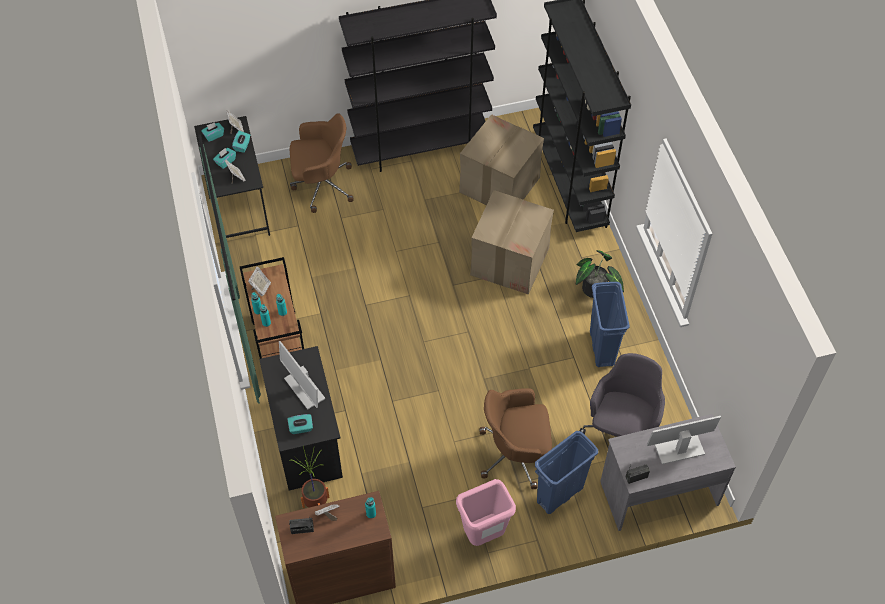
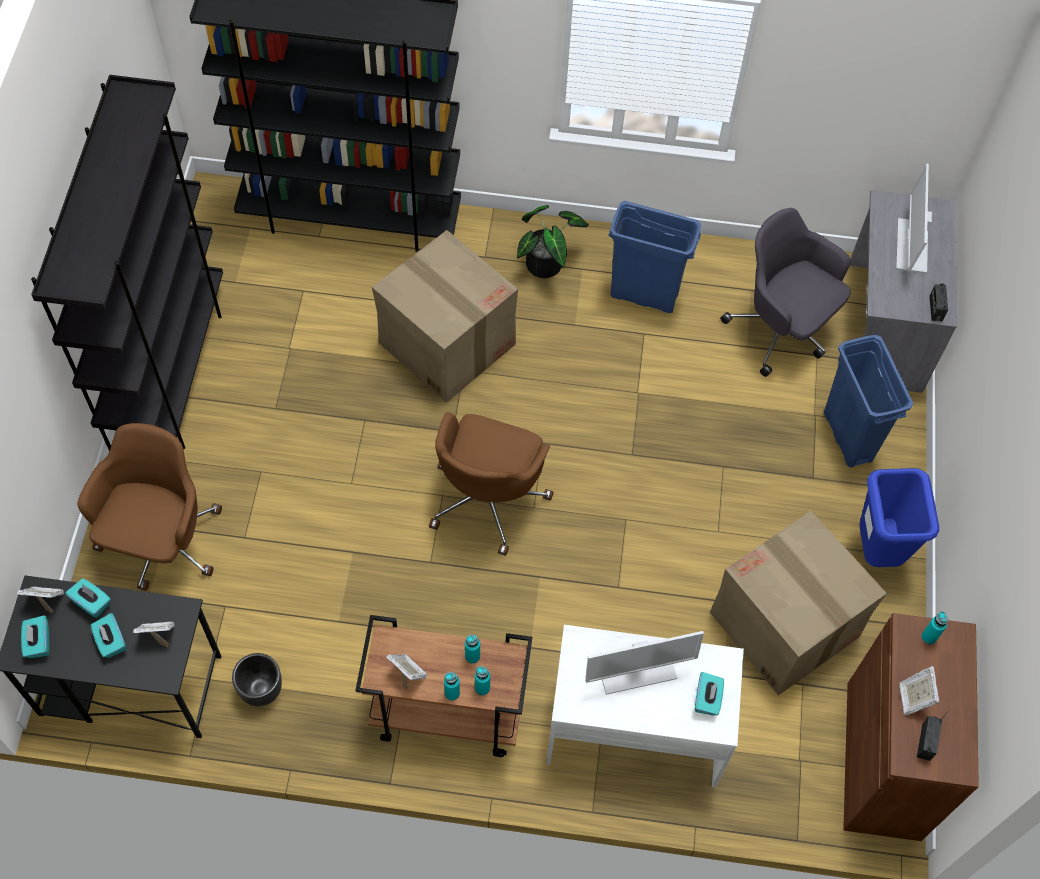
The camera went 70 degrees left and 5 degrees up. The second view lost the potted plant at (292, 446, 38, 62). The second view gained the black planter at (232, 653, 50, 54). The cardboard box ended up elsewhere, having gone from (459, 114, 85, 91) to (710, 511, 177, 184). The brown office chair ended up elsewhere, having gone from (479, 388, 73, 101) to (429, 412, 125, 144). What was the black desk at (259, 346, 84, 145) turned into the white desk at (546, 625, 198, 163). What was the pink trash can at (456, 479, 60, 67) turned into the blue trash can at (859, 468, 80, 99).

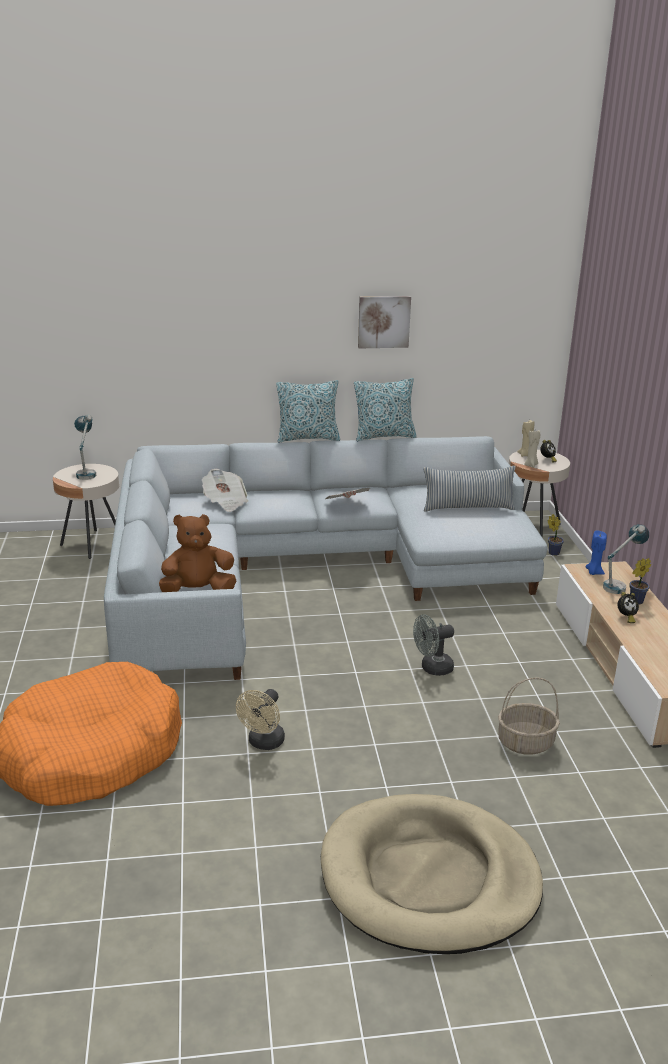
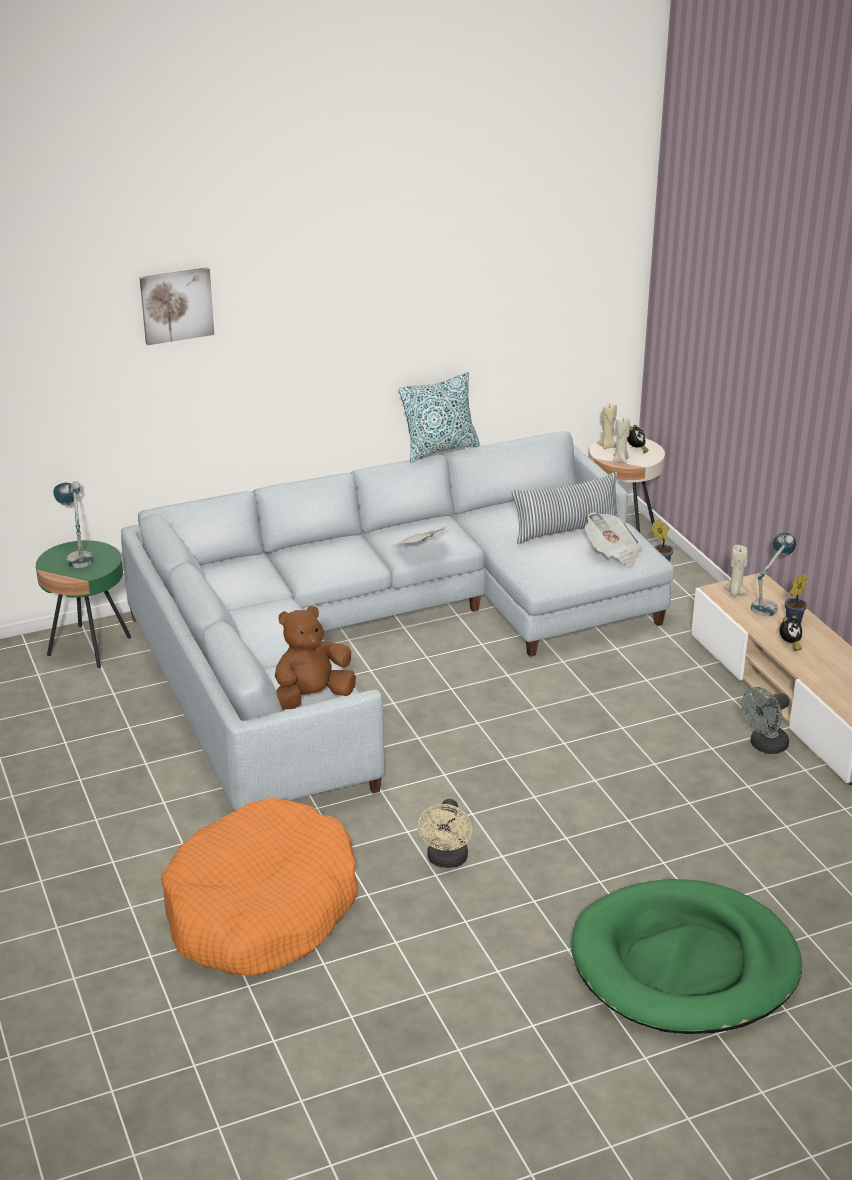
The camera went 15 degrees left and 5 degrees up. The second view lost the pillow at (276, 380, 64, 63). The second view lost the basket at (498, 677, 62, 78). The newspaper ended up elsewhere, having gone from (202, 469, 46, 43) to (585, 512, 57, 54). The picture ended up elsewhere, having gone from (358, 296, 53, 52) to (140, 267, 74, 78). The grey fan ended up elsewhere, having gone from (413, 614, 41, 62) to (742, 687, 48, 67). What was the beige side table at (53, 464, 66, 95) turned into the green side table at (36, 540, 95, 128). What was the beige dog bed at (321, 794, 222, 160) turned into the green dog bed at (571, 879, 231, 155). What was the blue candle at (585, 530, 22, 45) turned into the beige candle at (724, 545, 24, 51).

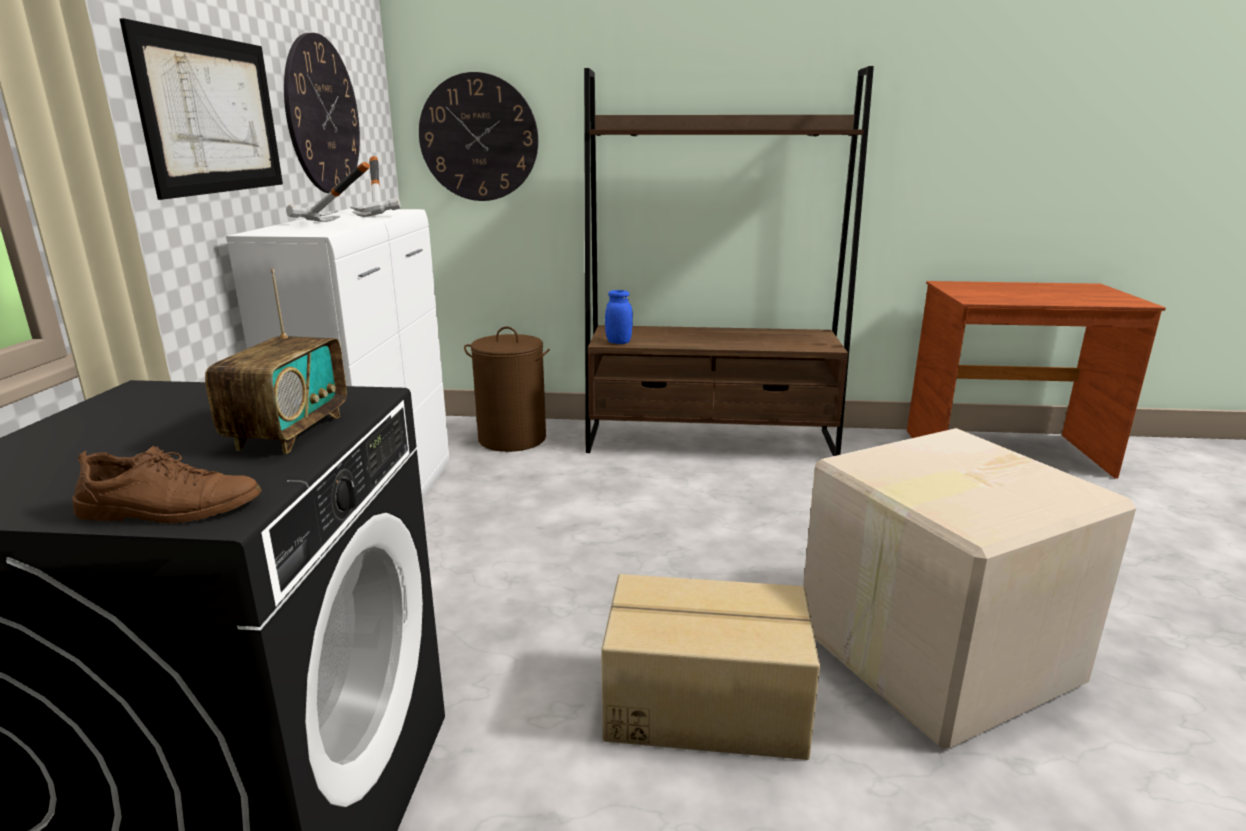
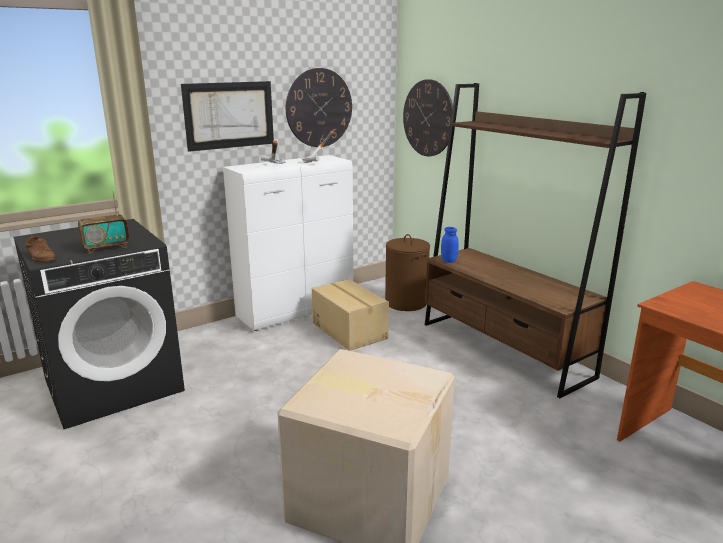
The camera went 50 degrees right and 0 degrees up. The cardboard box ended up elsewhere, having gone from (601, 574, 219, 186) to (312, 279, 77, 72).

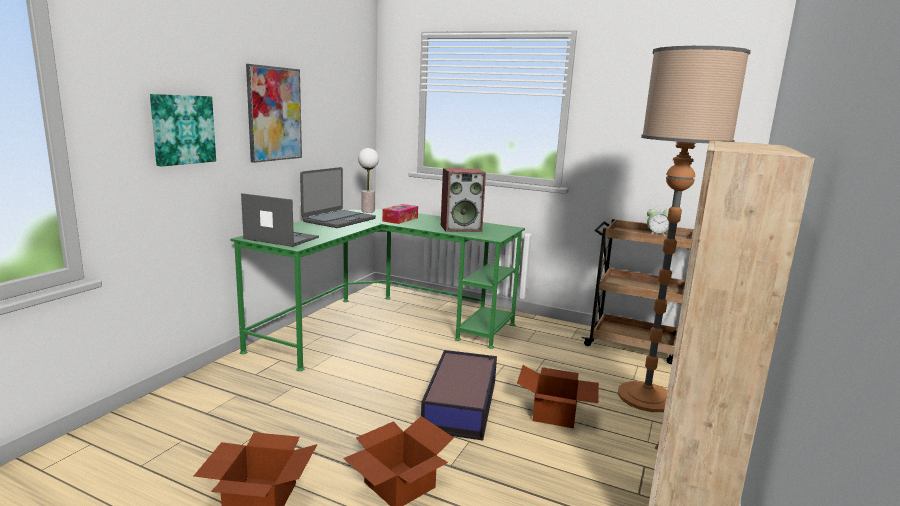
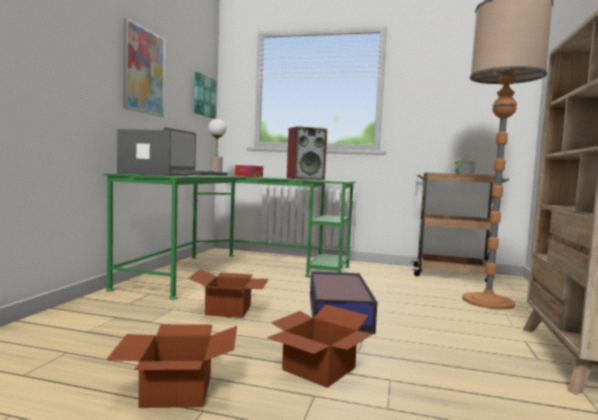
The camera went 10 degrees left and 10 degrees down. The picture ended up elsewhere, having gone from (150, 94, 66, 73) to (194, 72, 22, 46). The cardboard box ended up elsewhere, having gone from (517, 365, 82, 64) to (189, 269, 80, 49).

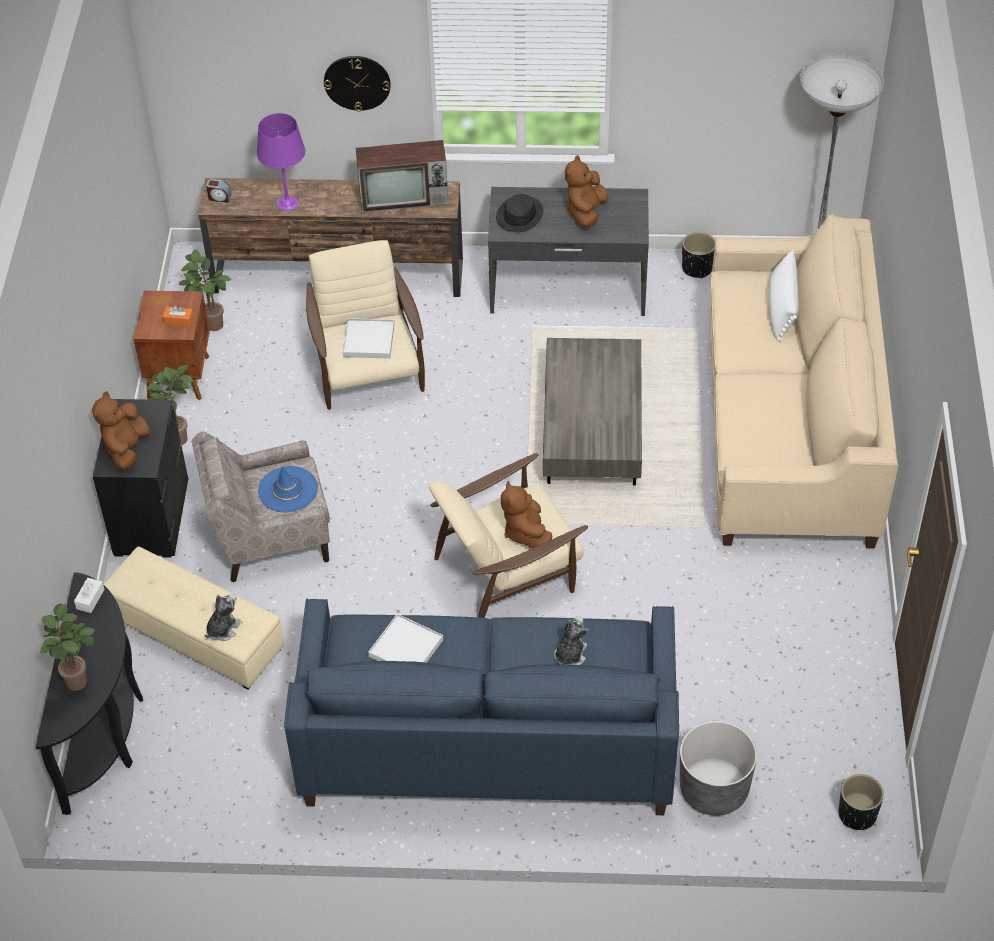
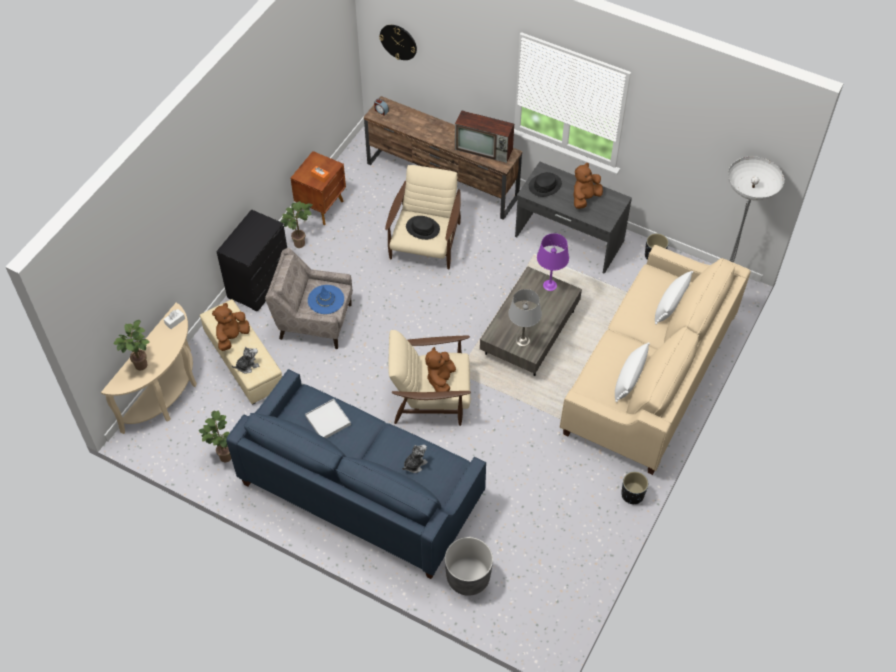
The camera went 25 degrees right and 5 degrees up. The second view gained the grey table lamp at (508, 289, 34, 57). The second view gained the white pillow at (615, 342, 35, 60). The brown plush toy ended up elsewhere, having gone from (92, 391, 58, 79) to (212, 303, 38, 48). The potted plant ended up elsewhere, having gone from (179, 249, 52, 82) to (199, 411, 32, 51). The purple table lamp ended up elsewhere, having gone from (257, 113, 48, 98) to (537, 233, 32, 58). The wall clock ended up elsewhere, having gone from (324, 56, 67, 56) to (379, 25, 38, 35). The black planter ended up elsewhere, having gone from (838, 774, 46, 56) to (621, 471, 27, 34). Where the white tray stood at (343, 318, 51, 41), the black hat came to stand at (406, 216, 34, 24). What was the black console table at (36, 572, 107, 243) turned into the beige console table at (101, 303, 96, 131).

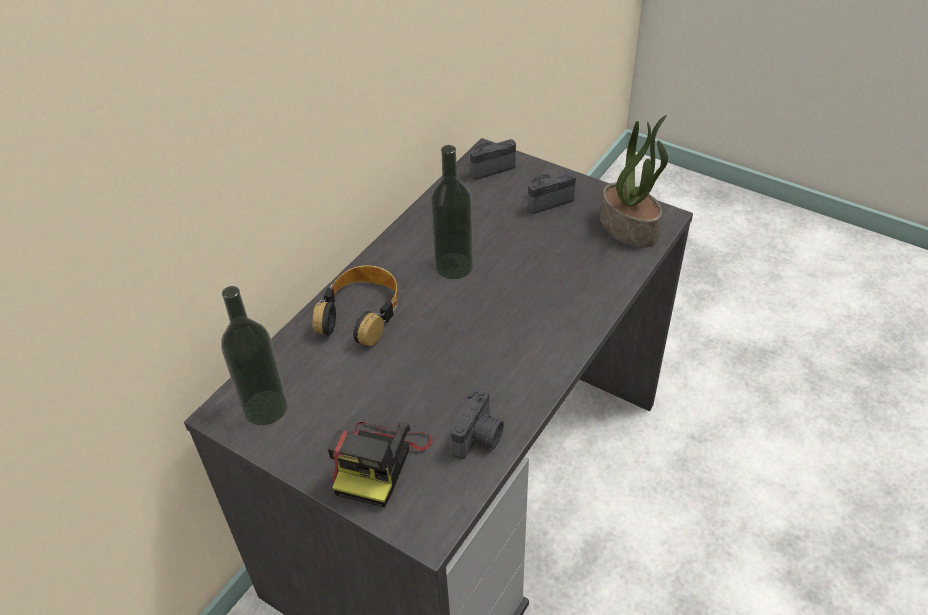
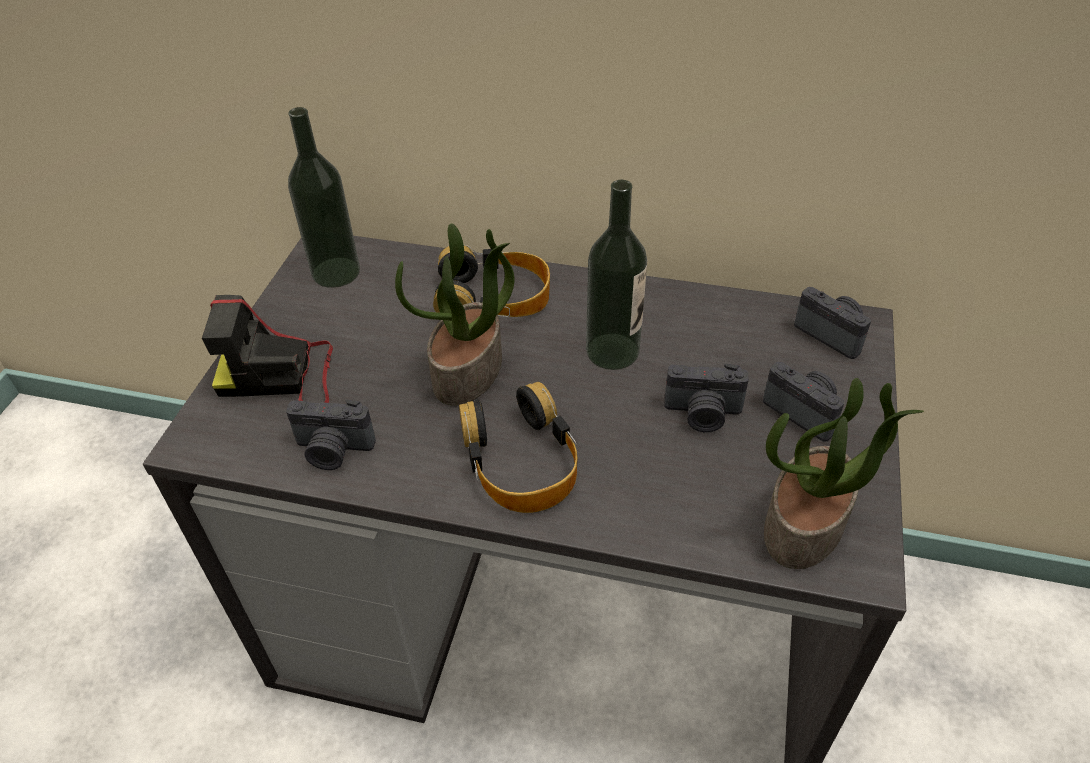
The camera went 70 degrees right and 0 degrees up. The second view gained the potted plant at (395, 223, 120, 182). The second view gained the headphones at (459, 382, 118, 131). The second view gained the photo camera at (664, 363, 85, 69).

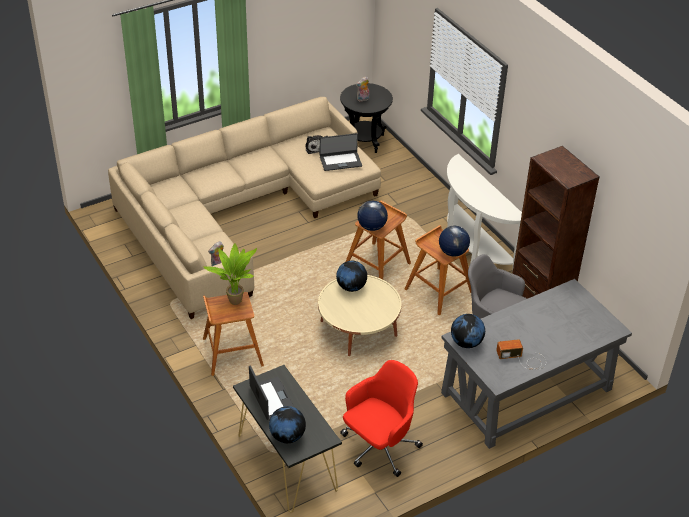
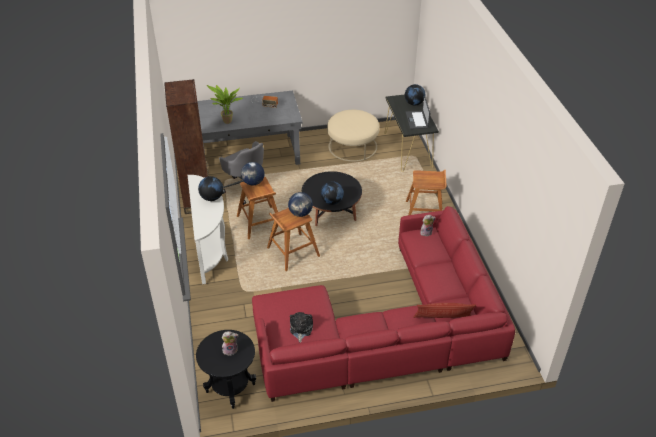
The camera went 160 degrees left and 0 degrees up. The second view lost the laptop at (320, 133, 42, 38). The second view gained the pillow at (413, 303, 63, 15). The potted plant ended up elsewhere, having gone from (203, 243, 54, 62) to (207, 85, 36, 39). The globe ended up elsewhere, having gone from (451, 314, 34, 34) to (198, 176, 25, 25). Where the red office chair stood at (340, 360, 83, 117), the beige ottoman came to stand at (327, 110, 53, 52). What was the beige sofa at (108, 97, 273, 222) turned into the red sofa at (252, 206, 263, 196). What was the beige coffee table at (318, 275, 83, 81) turned into the black coffee table at (302, 171, 60, 56).

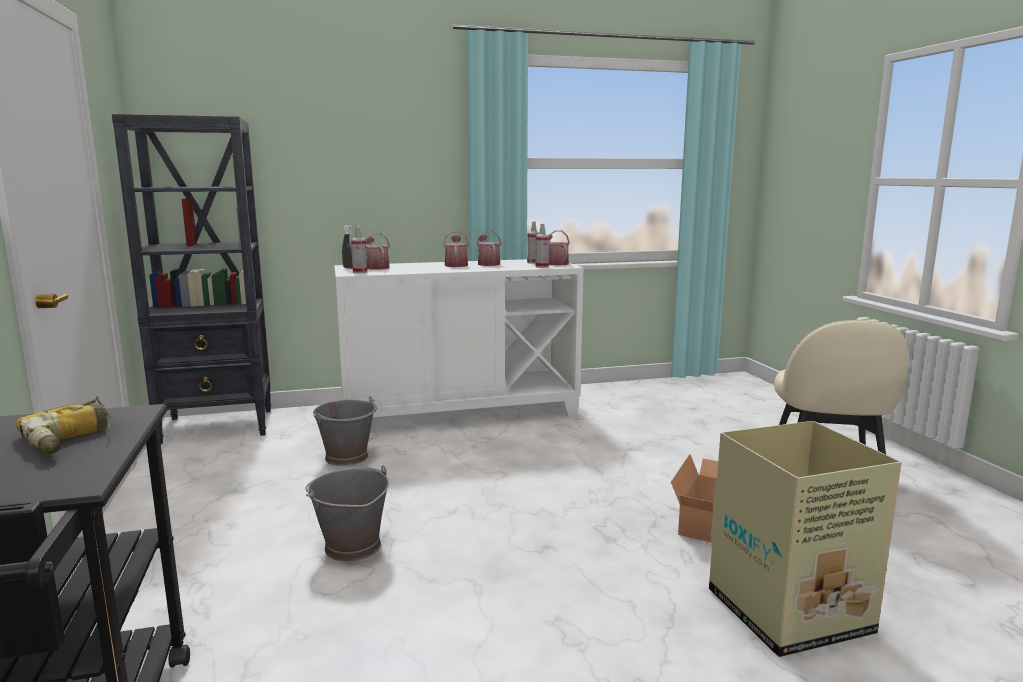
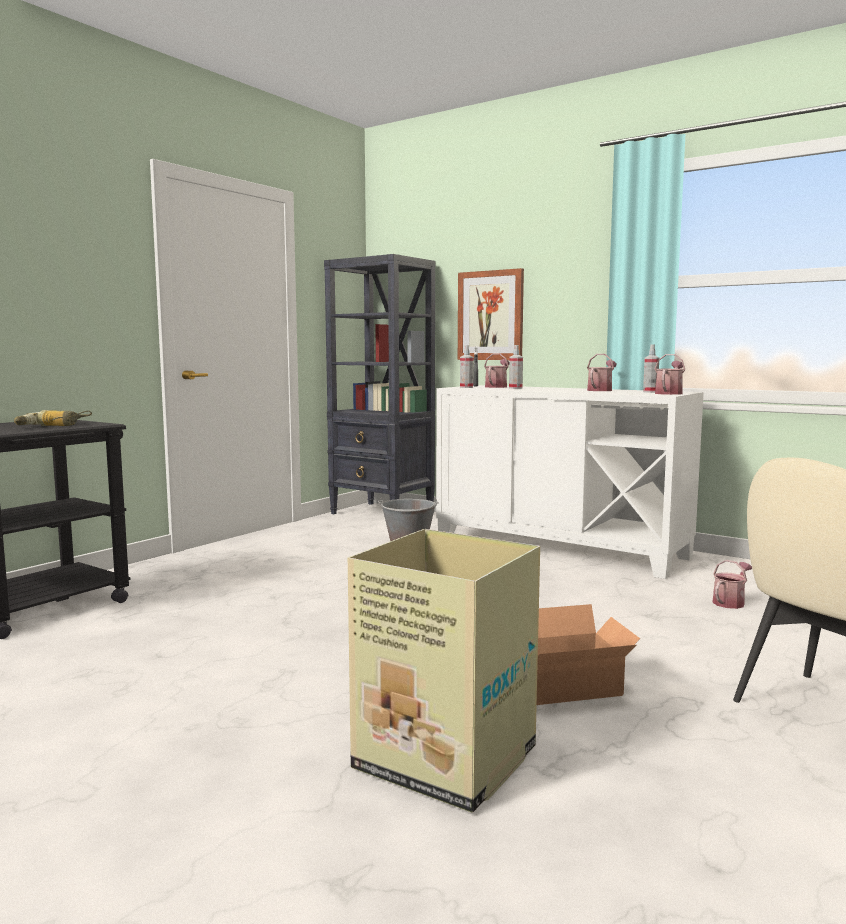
The camera went 50 degrees right and 5 degrees down. The second view lost the grey bucket at (305, 466, 84, 96). The second view gained the picture at (458, 268, 66, 92). The watering can ended up elsewhere, having gone from (443, 231, 26, 36) to (712, 560, 40, 49). The spray bottle ended up elsewhere, having gone from (535, 224, 14, 44) to (509, 345, 14, 44).

